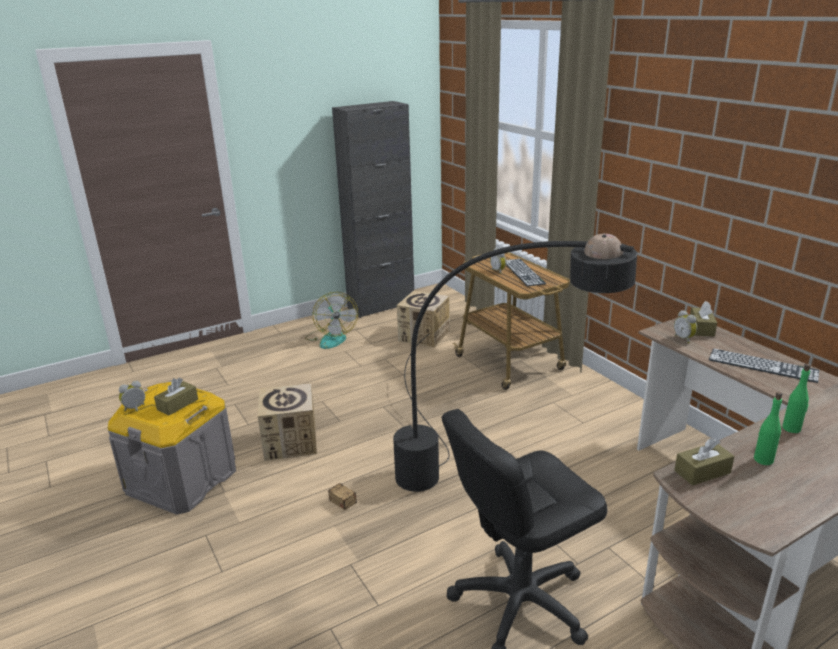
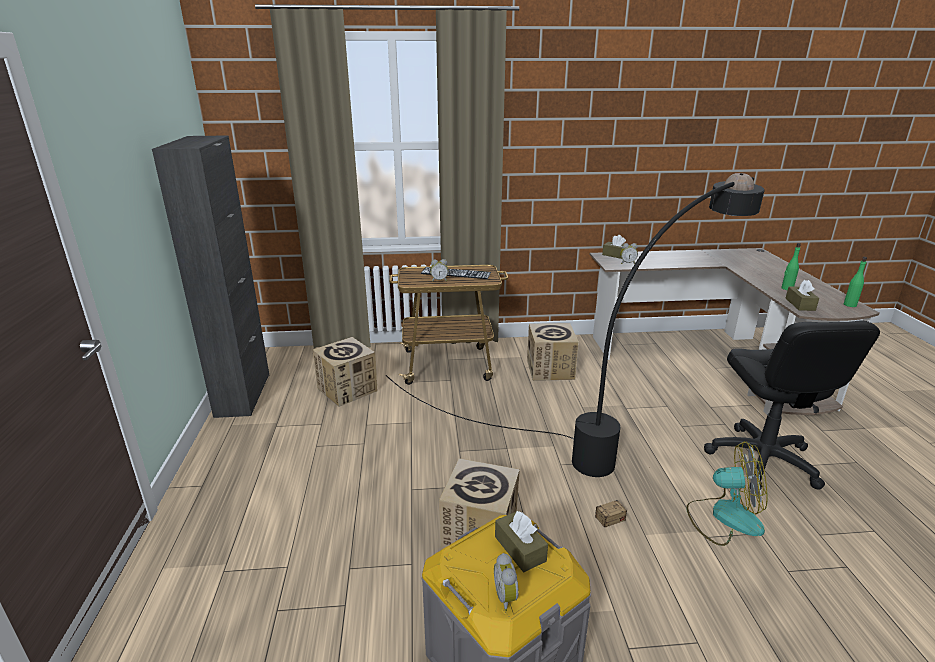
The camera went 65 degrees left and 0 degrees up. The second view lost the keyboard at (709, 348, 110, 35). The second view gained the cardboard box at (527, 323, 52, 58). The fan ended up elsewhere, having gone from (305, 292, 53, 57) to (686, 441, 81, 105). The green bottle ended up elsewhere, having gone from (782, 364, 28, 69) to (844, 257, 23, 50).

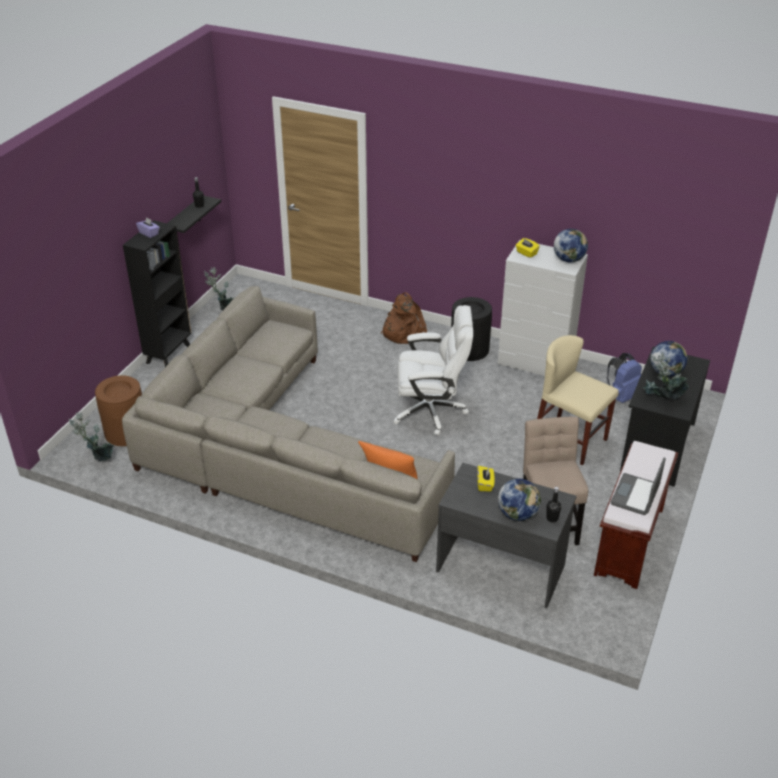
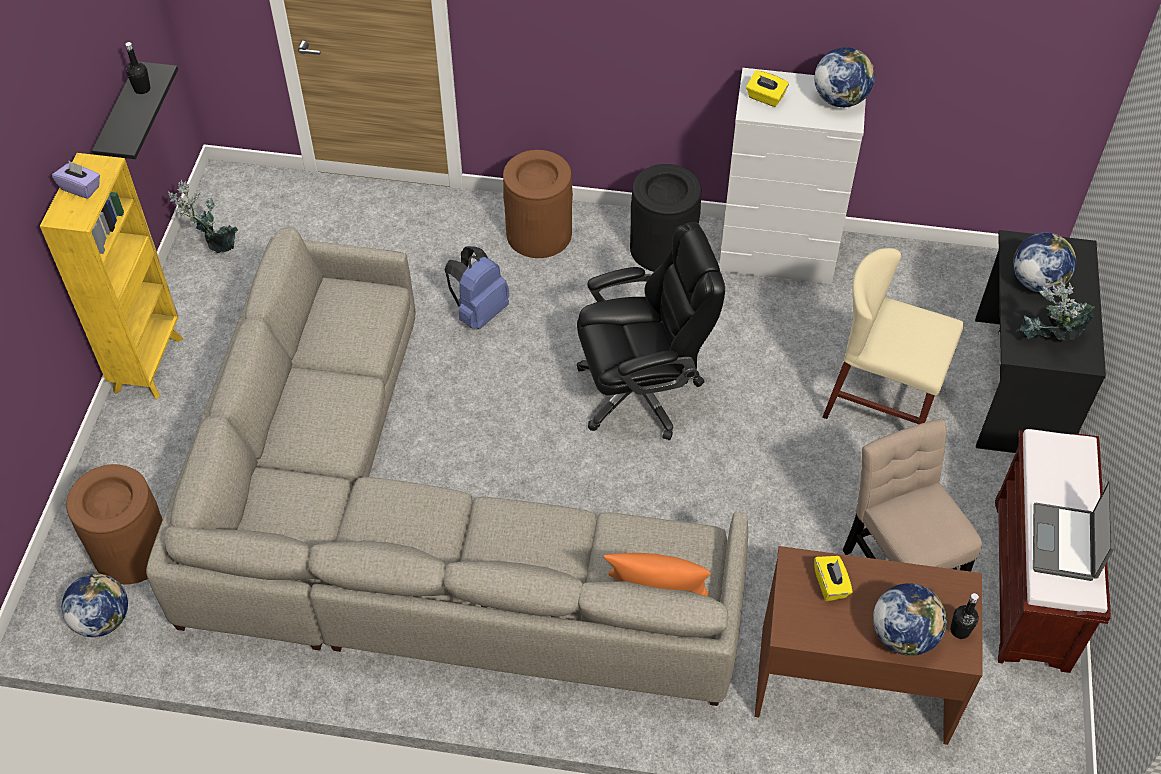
The camera went 15 degrees left and 15 degrees up. The blue backpack ended up elsewhere, having gone from (607, 353, 35, 50) to (445, 246, 64, 83). Where the potted plant stood at (69, 412, 45, 50), the globe came to stand at (62, 573, 66, 64). Where the brown backpack stood at (381, 292, 46, 52), the brown trash can came to stand at (503, 150, 70, 108). What was the black bookcase at (123, 221, 69, 146) turned into the yellow bookcase at (40, 153, 143, 246). What was the white office chair at (393, 305, 80, 131) turned into the black office chair at (577, 222, 148, 218). What was the grey desk at (436, 463, 140, 145) turned into the brown desk at (755, 546, 228, 199).

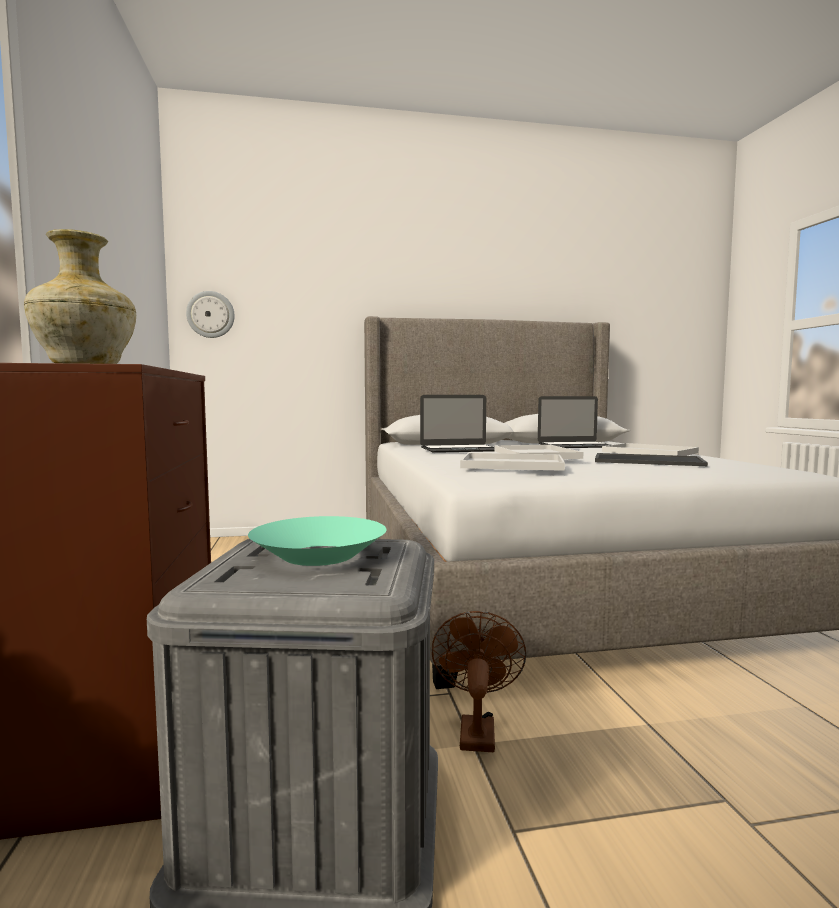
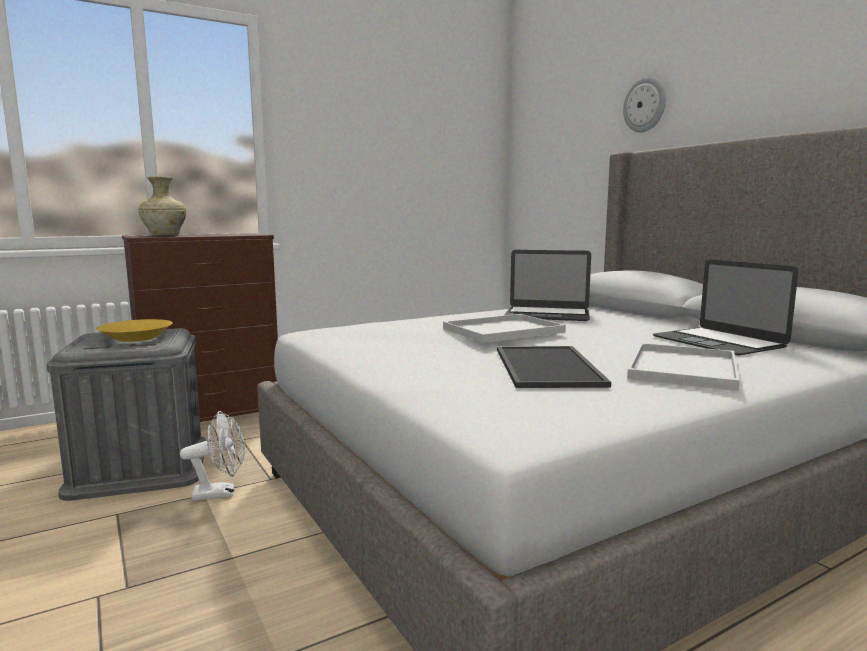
The camera went 70 degrees right and 5 degrees up. The second view lost the white tray at (460, 453, 105, 18). The wall clock ended up elsewhere, having gone from (186, 291, 49, 47) to (623, 77, 43, 55). What was the turquoise bowl at (248, 516, 138, 50) turned into the yellow bowl at (96, 319, 77, 23). What was the brown fan at (431, 611, 95, 141) turned into the white fan at (180, 411, 65, 89). The laptop at (420, 395, 74, 58) ended up facing another way, 45 degrees counterclockwise from before.

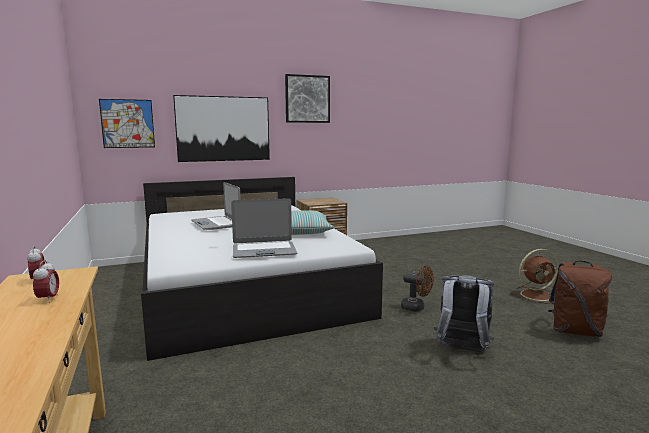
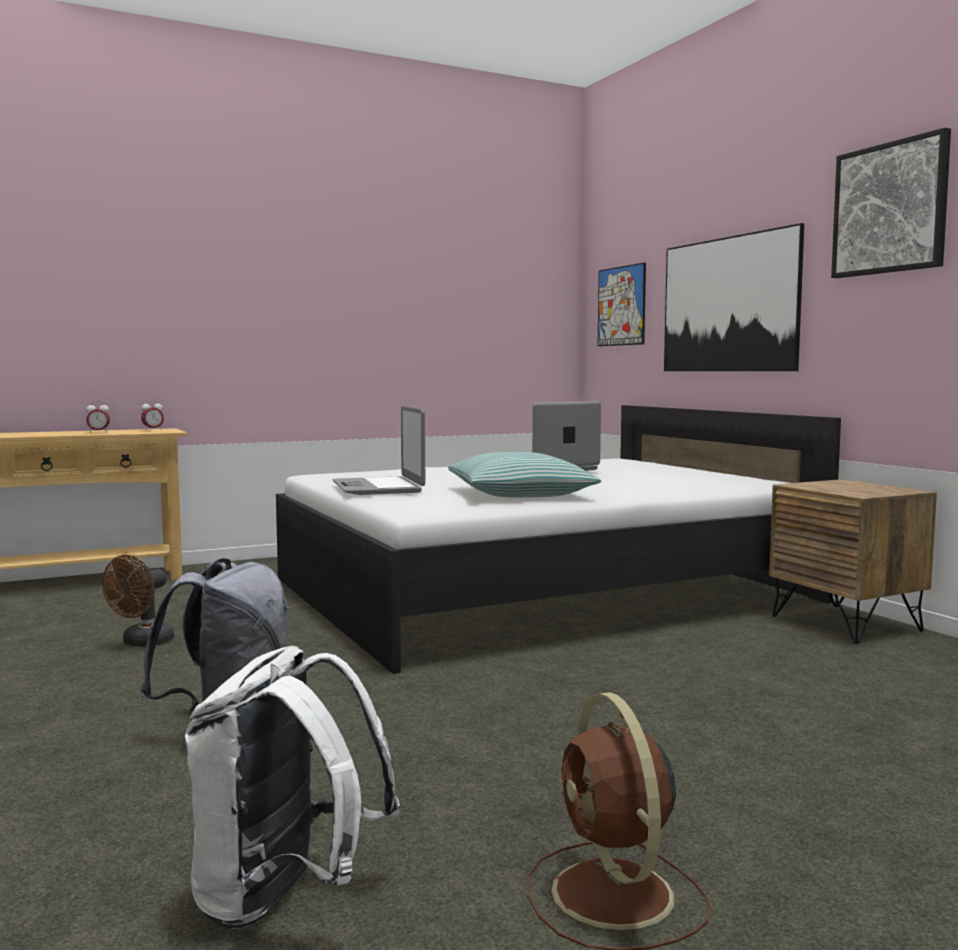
The camera went 85 degrees right and 5 degrees down. The brown fan ended up elsewhere, having gone from (401, 266, 33, 46) to (102, 555, 72, 92). What was the brown backpack at (548, 261, 64, 76) turned into the white backpack at (185, 646, 215, 283).

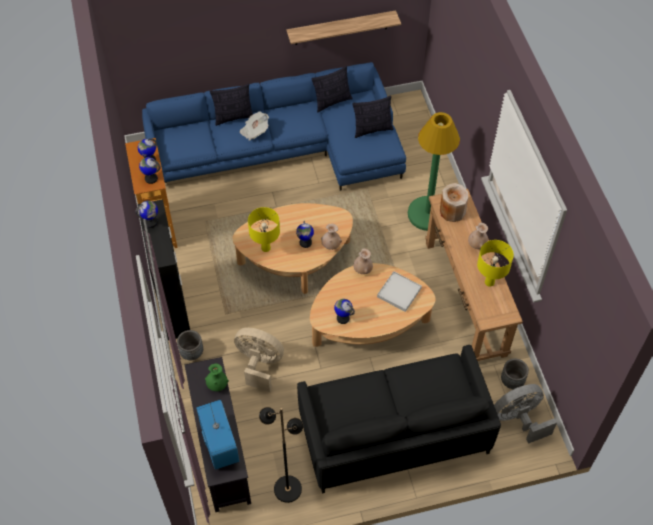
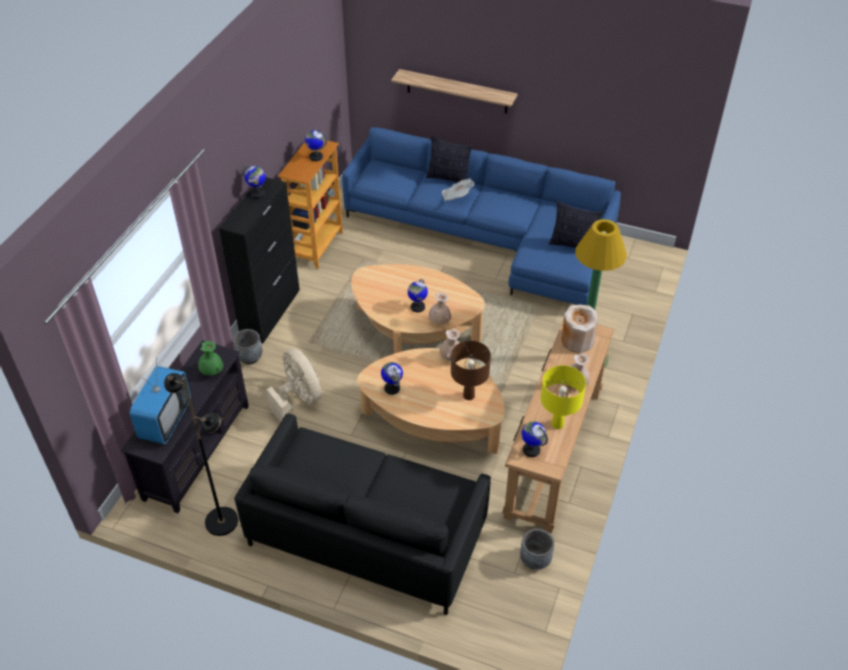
The camera went 35 degrees right and 10 degrees down. The second view lost the yellow table lamp at (248, 207, 32, 45). The second view lost the pillow at (311, 66, 42, 46). The second view lost the grey fan at (494, 384, 63, 60). The globe ended up elsewhere, having gone from (139, 157, 22, 27) to (521, 421, 27, 36). The shelf ended up elsewhere, having gone from (286, 10, 115, 35) to (391, 69, 127, 45). Where the white tray stood at (377, 271, 45, 41), the brown table lamp came to stand at (451, 341, 40, 59).

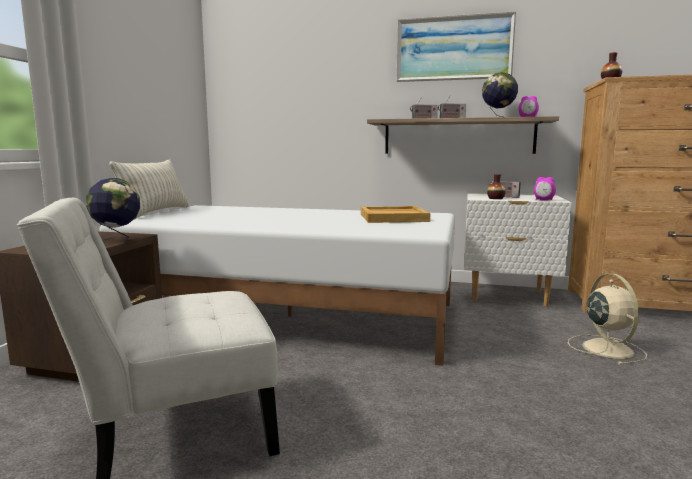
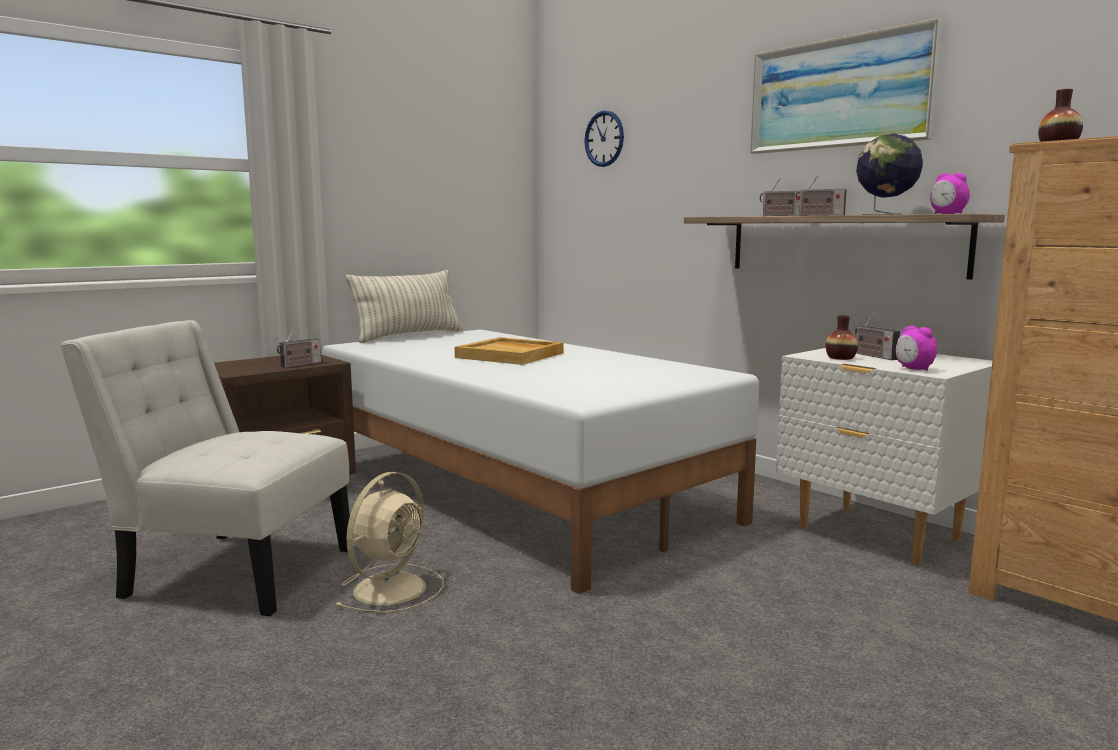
The camera went 35 degrees right and 0 degrees up. The second view gained the wall clock at (584, 110, 40, 57). The beige tray ended up elsewhere, having gone from (361, 206, 69, 17) to (455, 337, 109, 28). The beige fan ended up elsewhere, having gone from (568, 273, 79, 92) to (334, 472, 110, 141). Where the globe stood at (86, 178, 54, 66), the radio came to stand at (277, 328, 44, 40).

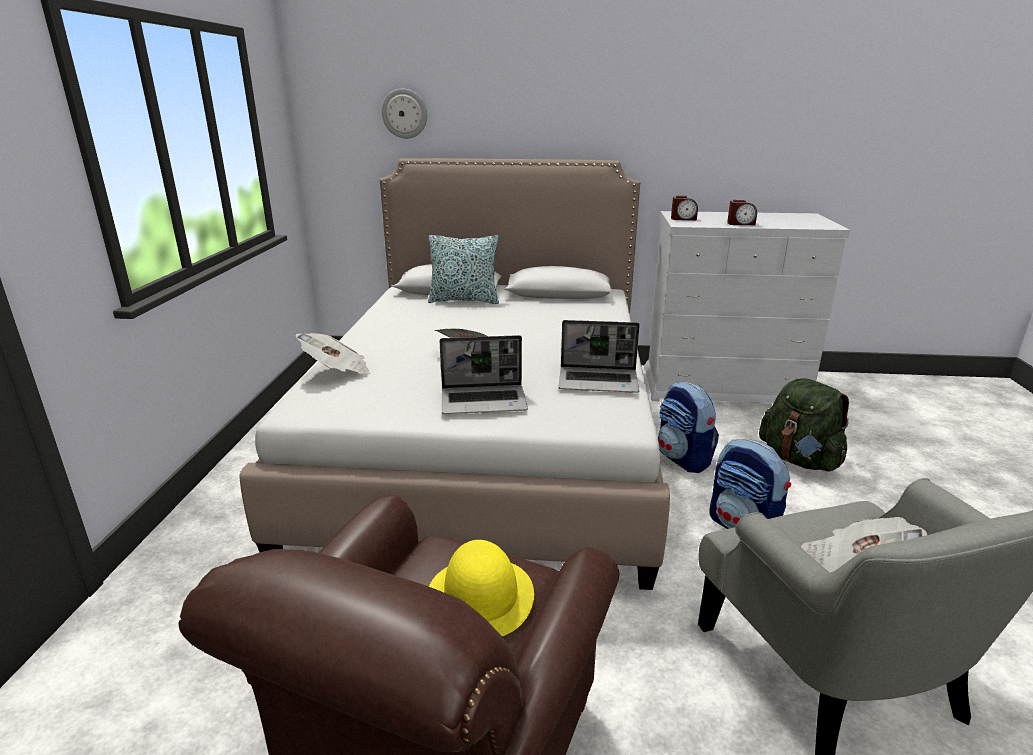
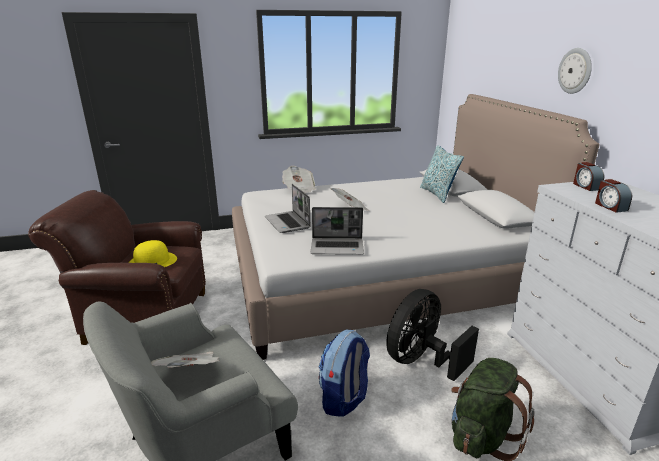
The camera went 70 degrees right and 0 degrees up. The wall clock ended up elsewhere, having gone from (382, 89, 45, 50) to (558, 48, 34, 46). Where the backpack stood at (658, 382, 61, 91), the black fan came to stand at (386, 289, 93, 92). The laptop at (558, 320, 82, 73) ended up facing another way, 75 degrees counterclockwise from before.

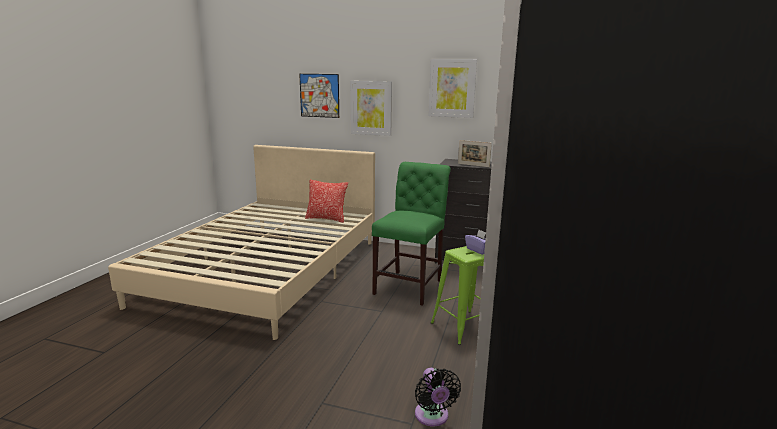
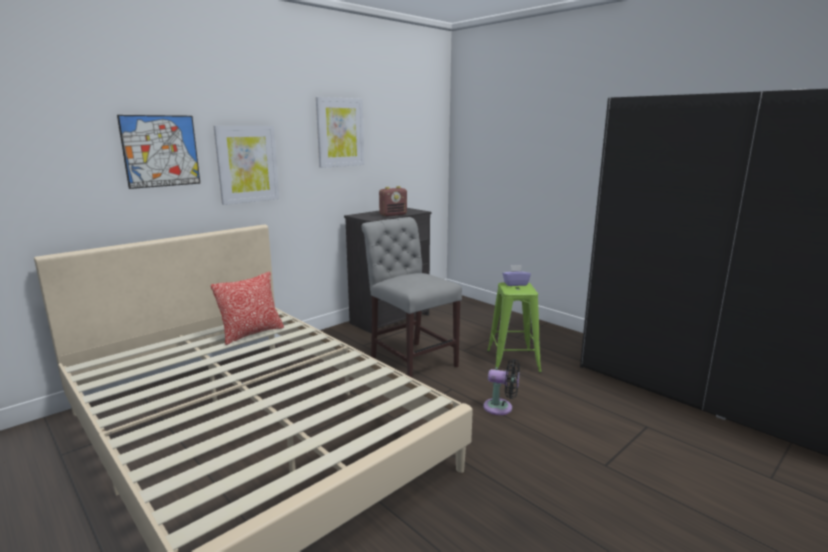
The camera went 60 degrees left and 0 degrees up. The black fan ended up elsewhere, having gone from (415, 368, 46, 58) to (483, 359, 37, 56). Where the picture frame stood at (458, 140, 34, 27), the radio came to stand at (379, 186, 28, 31). What was the green chair at (372, 162, 79, 144) turned into the grey chair at (361, 217, 101, 160).

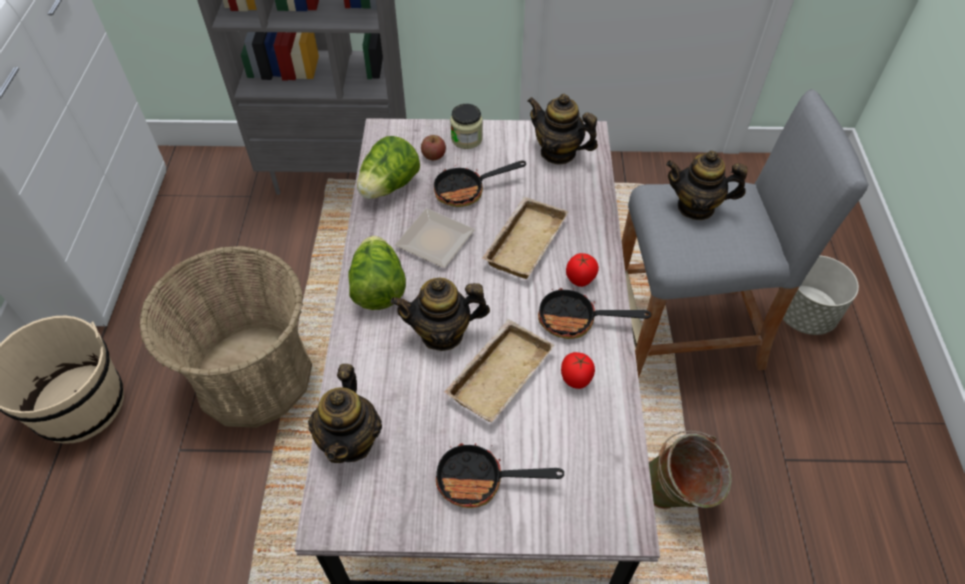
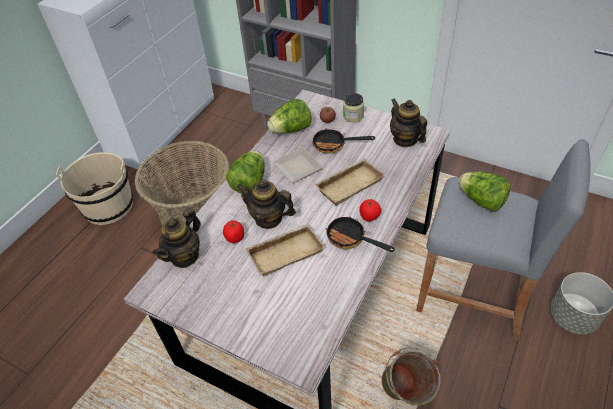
The camera went 30 degrees right and 5 degrees down. The second view lost the frying pan at (436, 443, 128, 65). The tomato ended up elsewhere, having gone from (561, 352, 34, 37) to (223, 220, 21, 23). Where the teapot stood at (666, 151, 81, 69), the lettuce came to stand at (458, 171, 53, 41).

